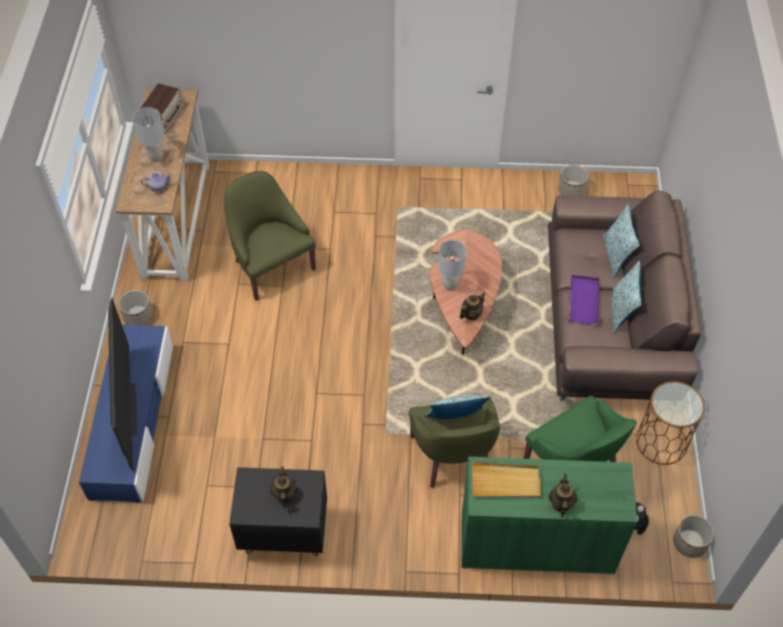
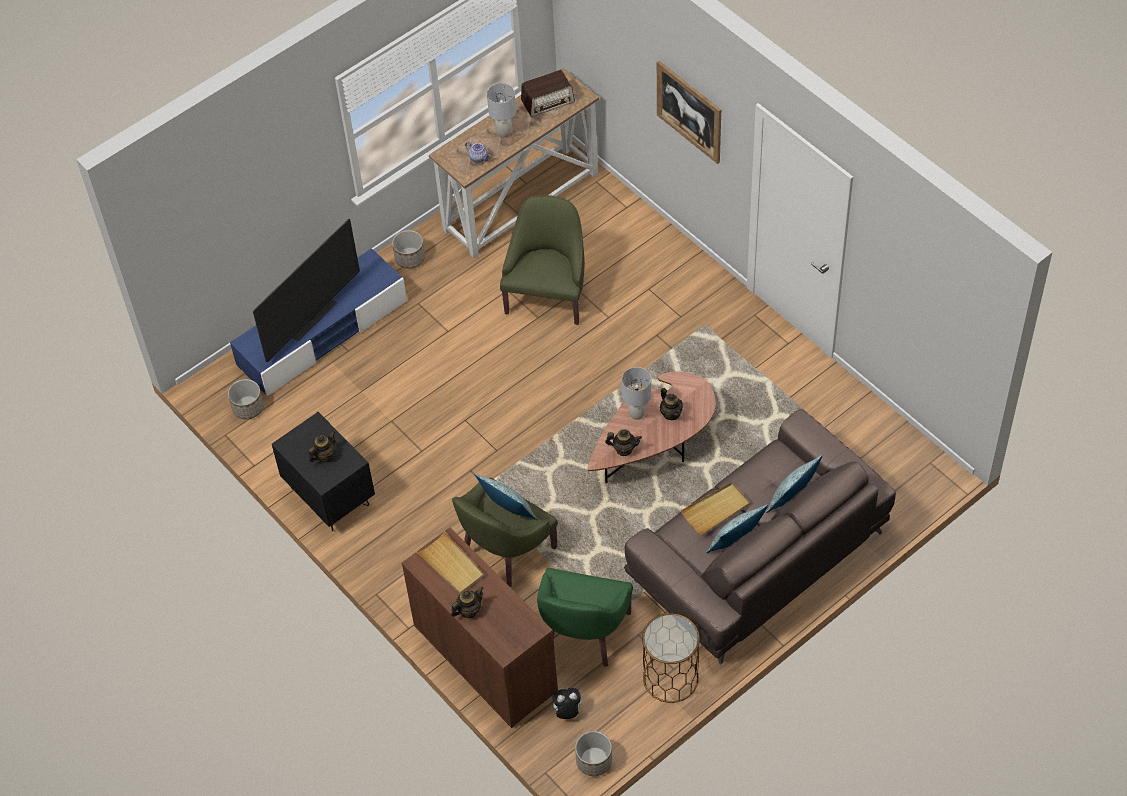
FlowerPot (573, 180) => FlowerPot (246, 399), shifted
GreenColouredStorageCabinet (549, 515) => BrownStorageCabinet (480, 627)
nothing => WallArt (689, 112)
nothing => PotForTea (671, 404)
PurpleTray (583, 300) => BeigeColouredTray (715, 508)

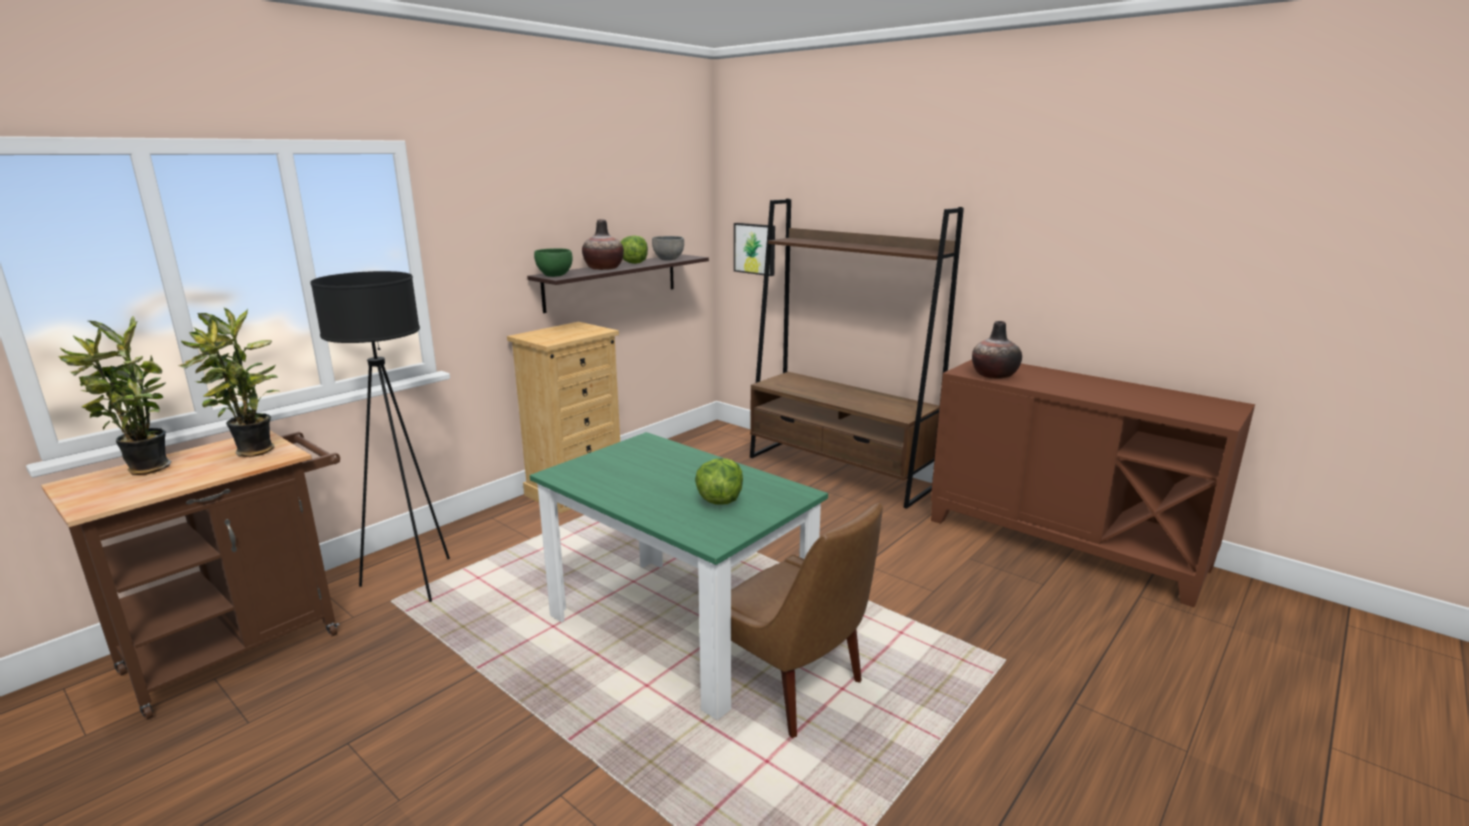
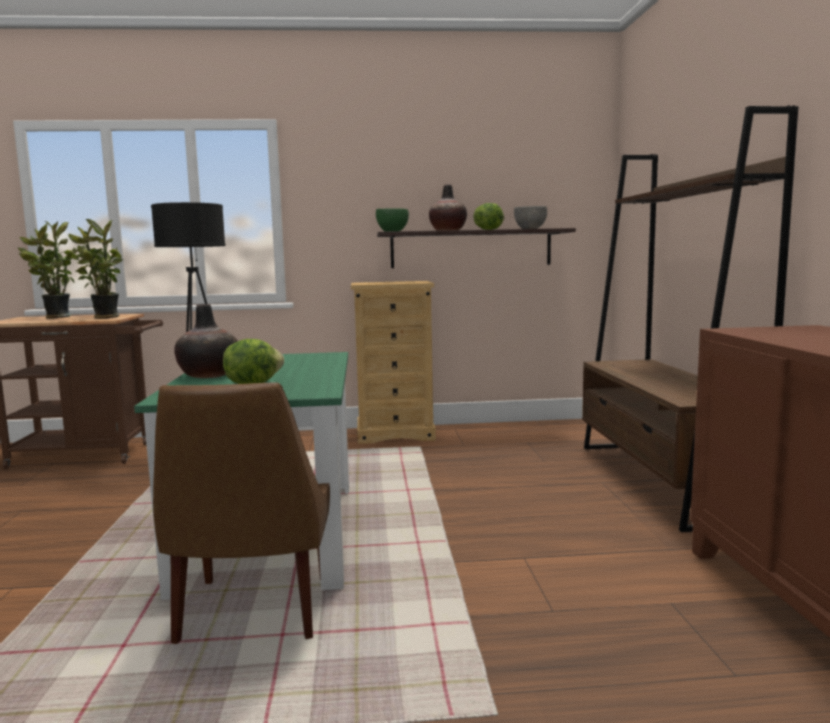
DecorativeVase (997, 350) => DecorativeVase (206, 341), shifted
WallArt (754, 249) => nothing

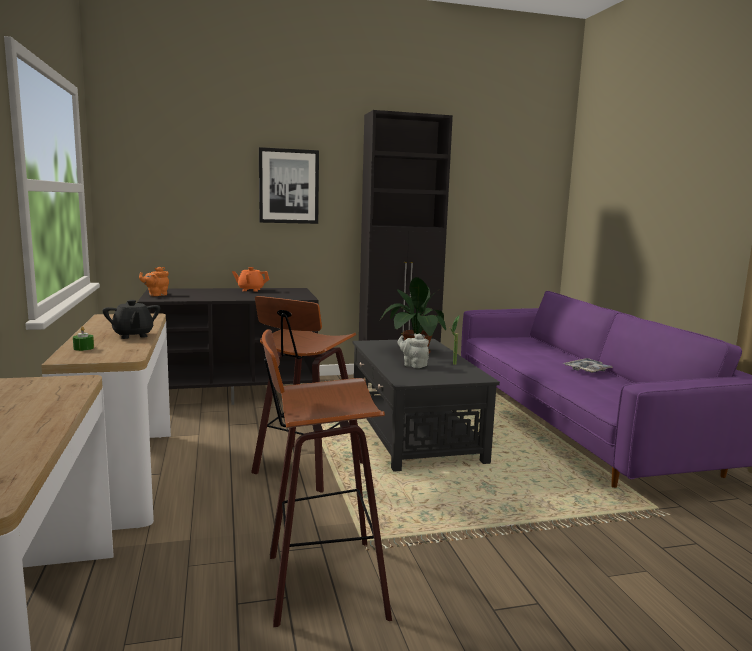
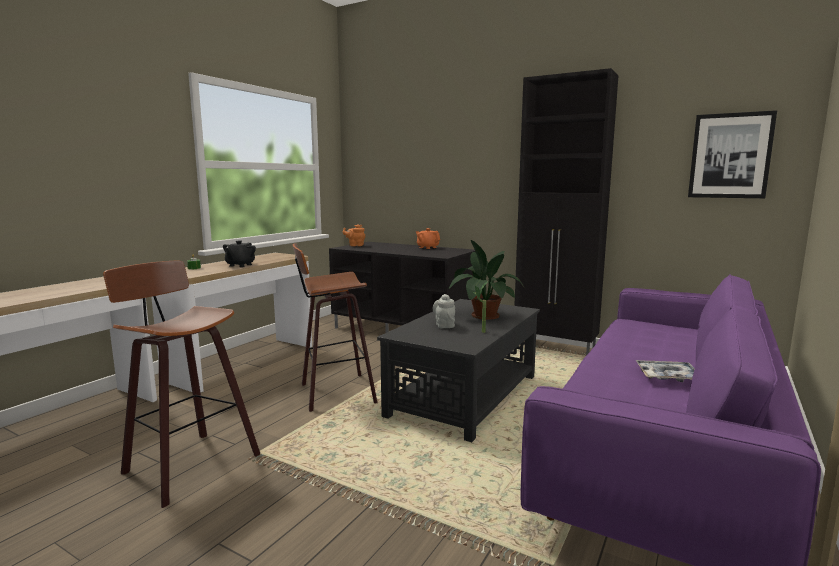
WallArt (289, 185) => WallArt (732, 154), shifted

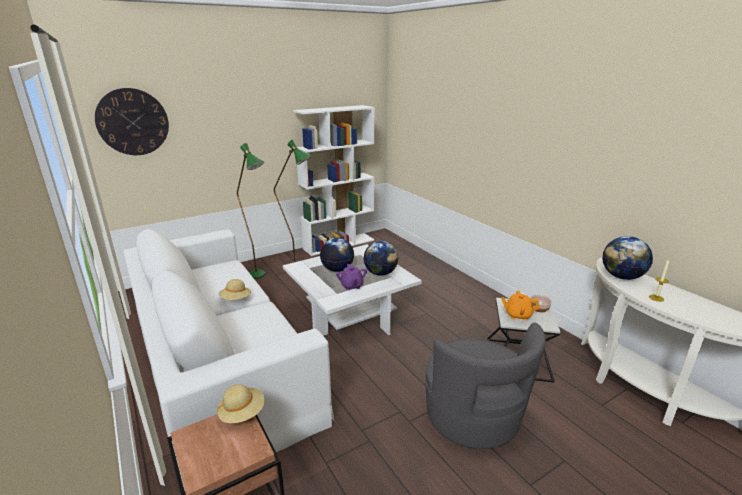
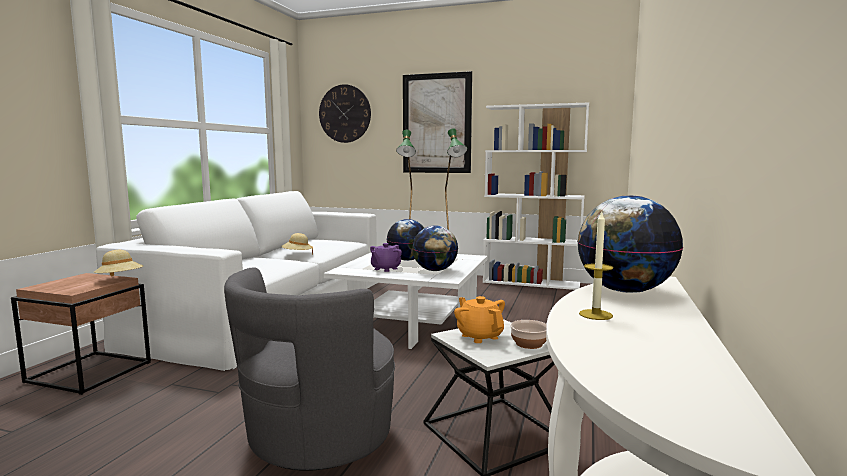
nothing => WallArt (437, 122)

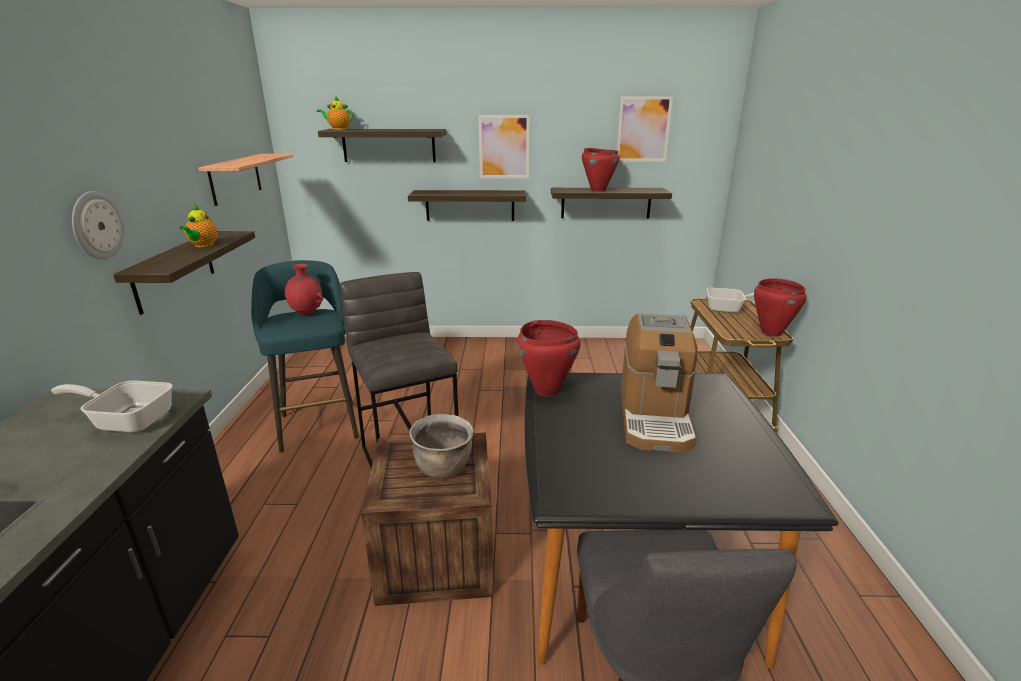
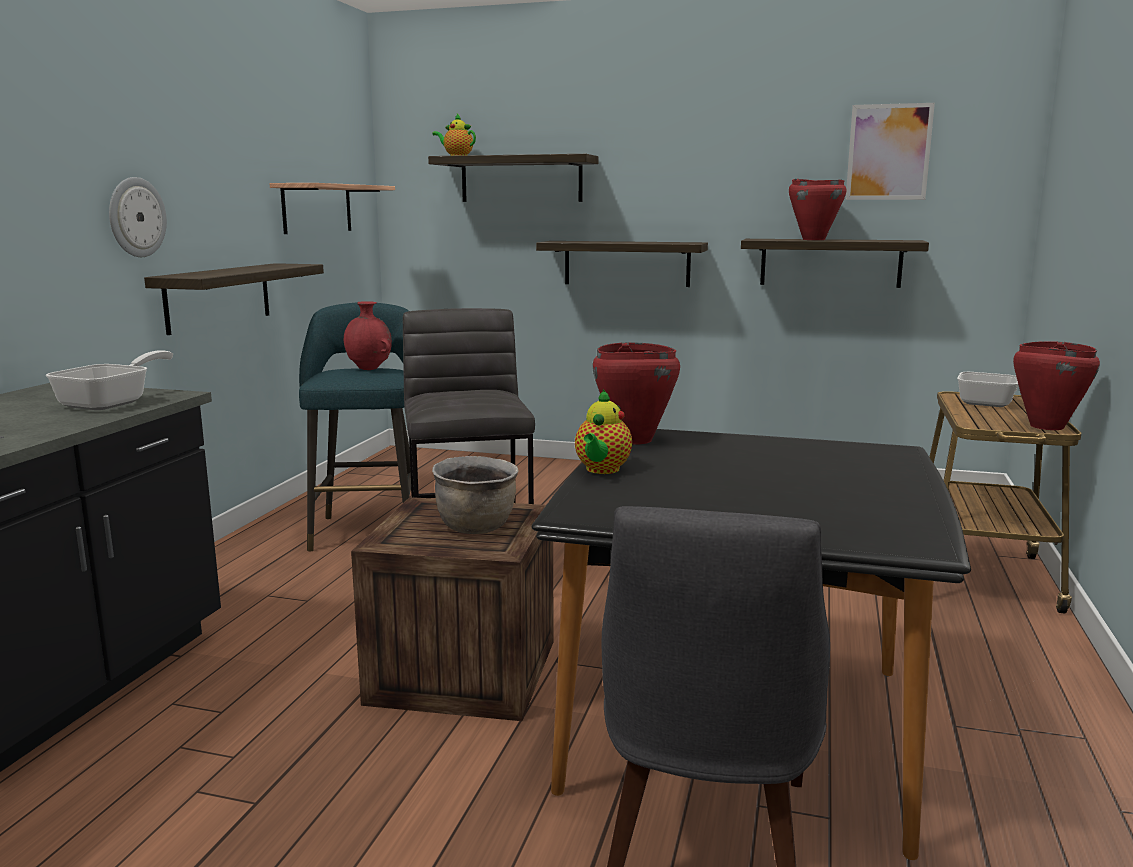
FryingPan (111, 406) => FryingPan (109, 380), 90 degrees clockwise
PotForTea (198, 225) => PotForTea (603, 431), shifted
WallArt (504, 146) => nothing
CoffeeMachine (659, 383) => nothing

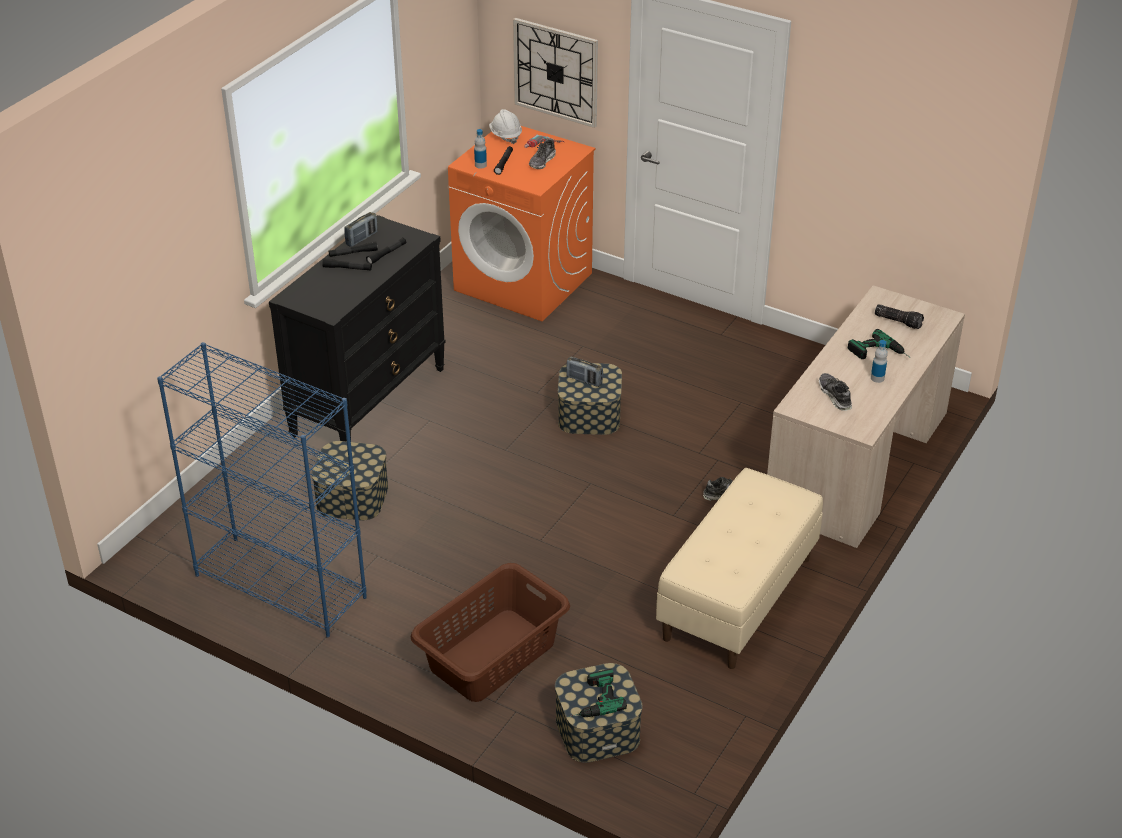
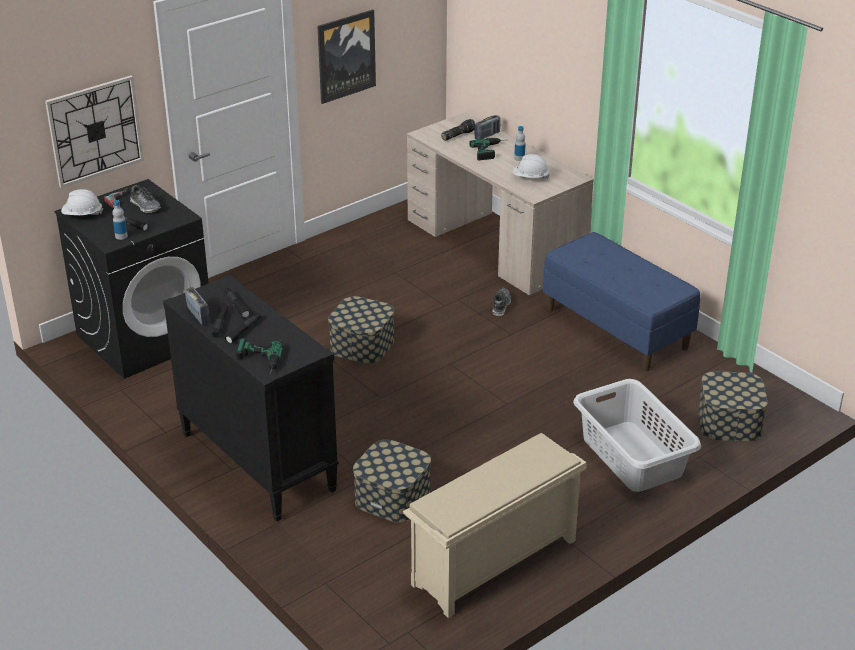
OrangeyLaundryAppliance (521, 223) => BlackishLaundryAppliance (131, 279)
PowerDrill (598, 693) => PowerDrill (259, 356), shifted
nothing => WallArt (346, 56)
BlueShelvingUnit (262, 490) => BeigeColouredShoeShelf (495, 525)
Radio (584, 372) => Radio (487, 127), shifted
Shoe (835, 392) => WhiteColouredWorkHelmet (531, 166)
BeigeColouredLongSeat (739, 568) => BlueLongSeat (621, 301)
BrownLaundryBasket (490, 632) => GreyLaundryBasket (637, 435)

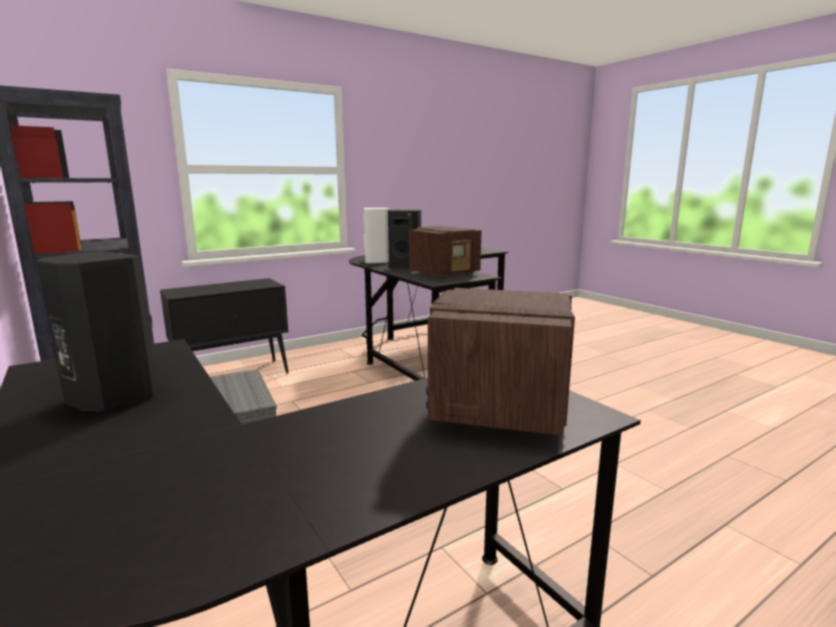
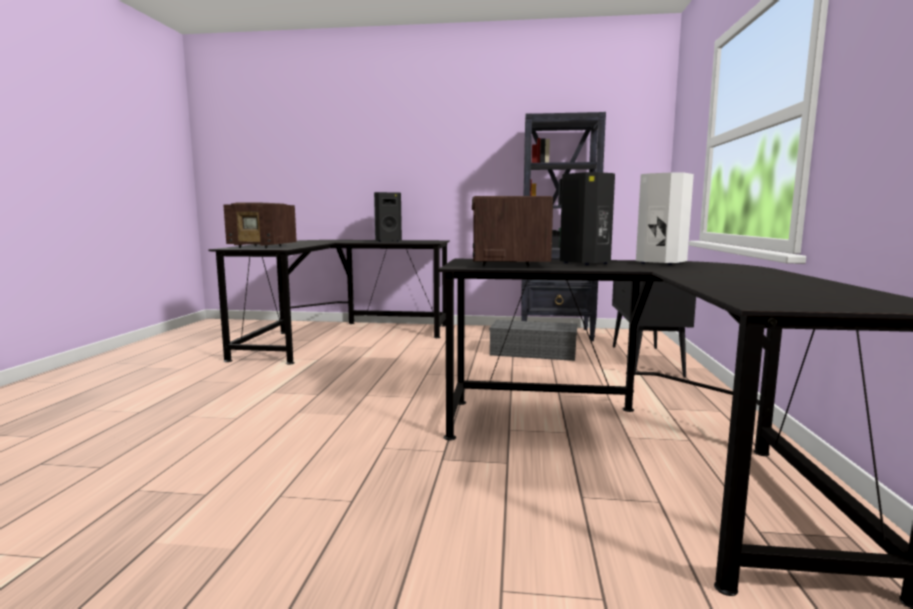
Radio (500, 362) => Radio (260, 225), 135 degrees clockwise

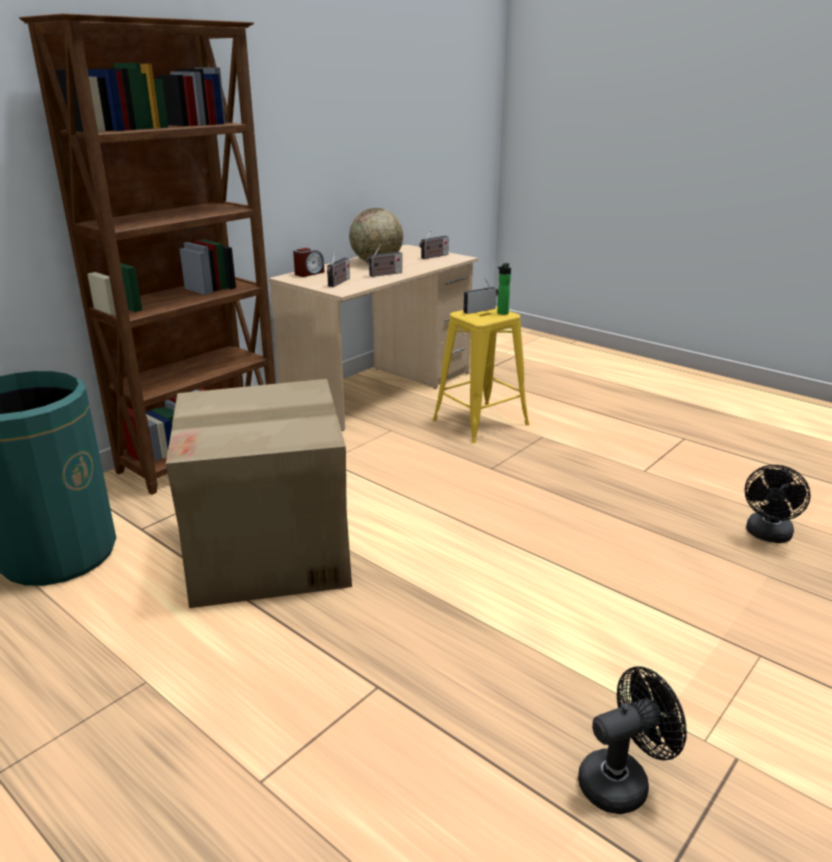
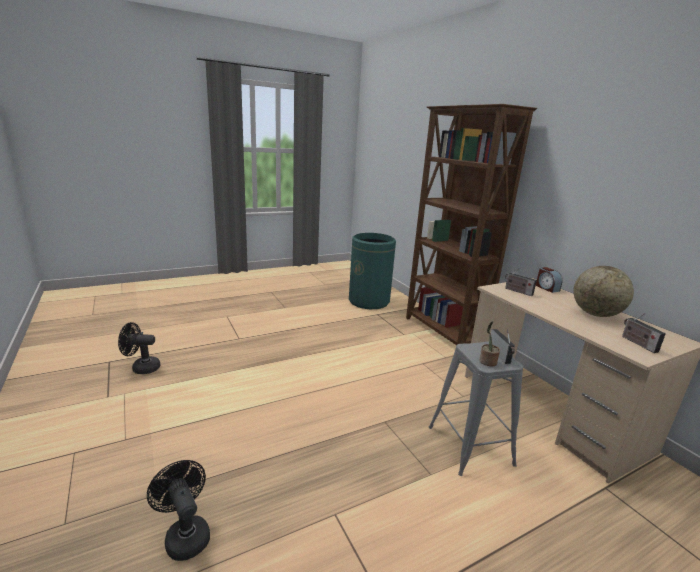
BlackishElectricFan (632, 740) => BlackishElectricFan (139, 348), 90 degrees clockwise
YellowSittingStool (481, 374) => GreySittingStool (476, 408)
Bottle (504, 289) => PlantInAPot (489, 343)
CardboardBox (259, 493) => nothing
Radio (384, 260) => nothing

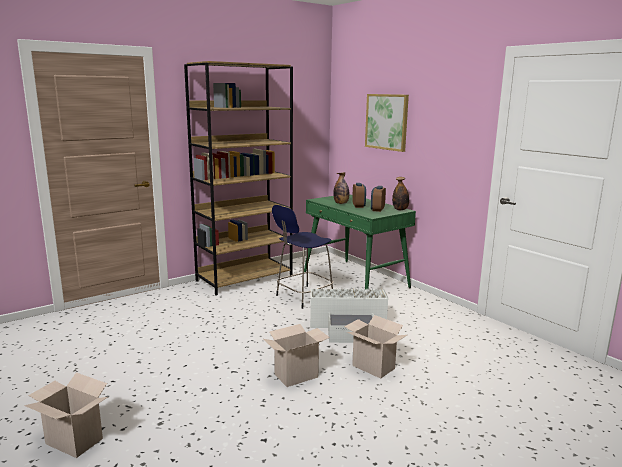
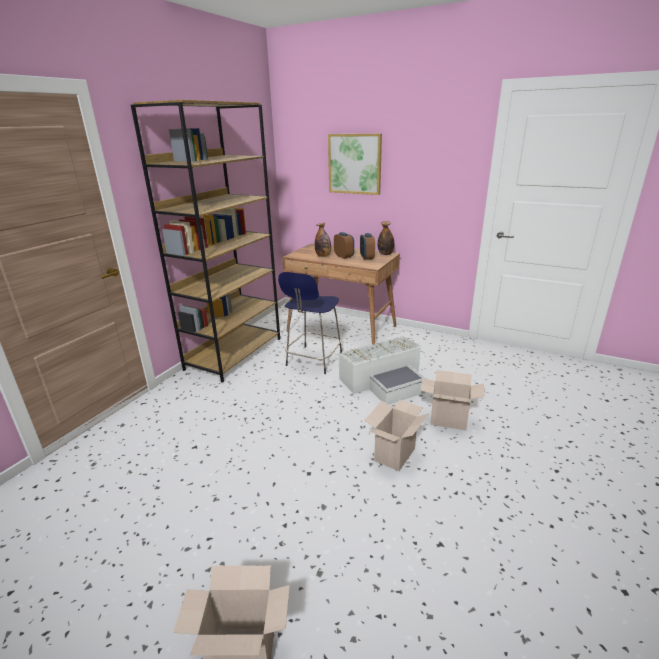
GreenColouredDesk (360, 242) => BrownDesk (341, 294)

